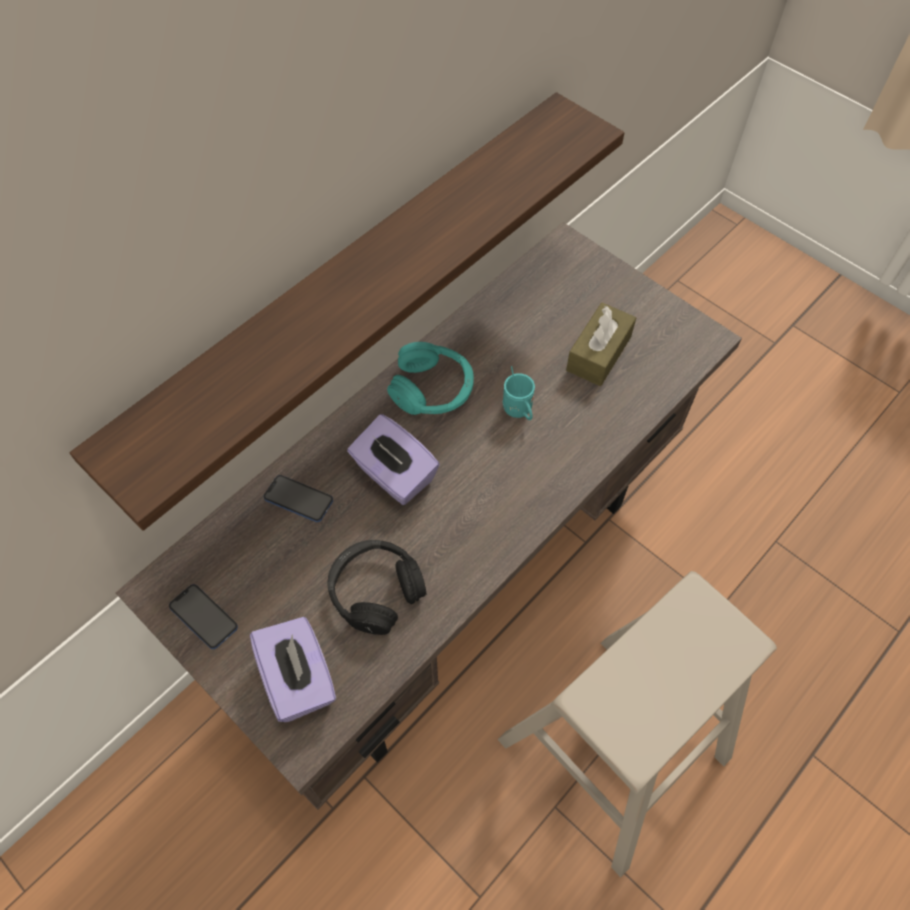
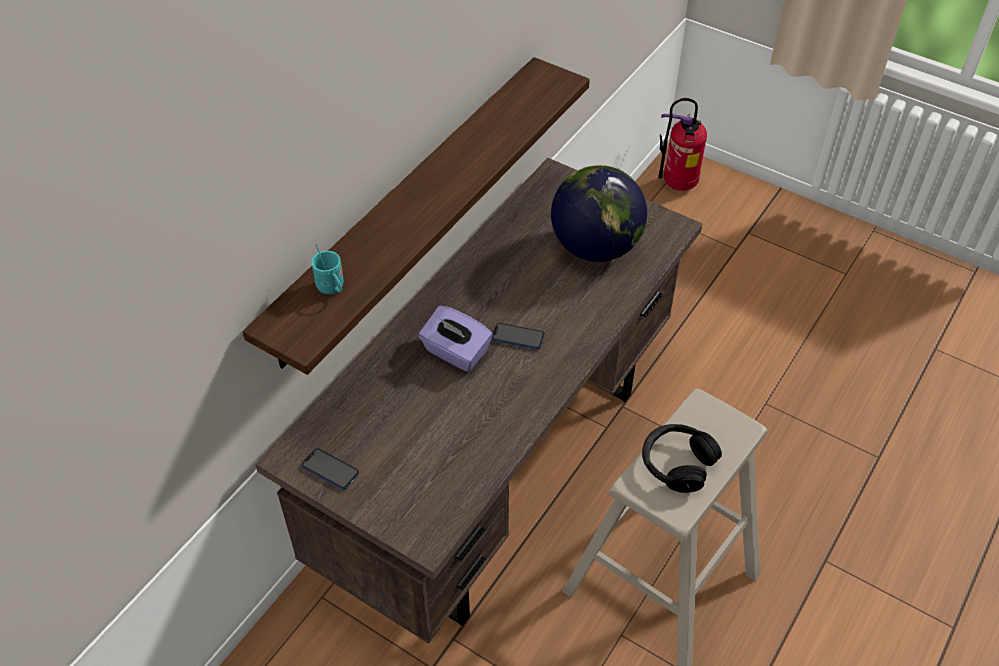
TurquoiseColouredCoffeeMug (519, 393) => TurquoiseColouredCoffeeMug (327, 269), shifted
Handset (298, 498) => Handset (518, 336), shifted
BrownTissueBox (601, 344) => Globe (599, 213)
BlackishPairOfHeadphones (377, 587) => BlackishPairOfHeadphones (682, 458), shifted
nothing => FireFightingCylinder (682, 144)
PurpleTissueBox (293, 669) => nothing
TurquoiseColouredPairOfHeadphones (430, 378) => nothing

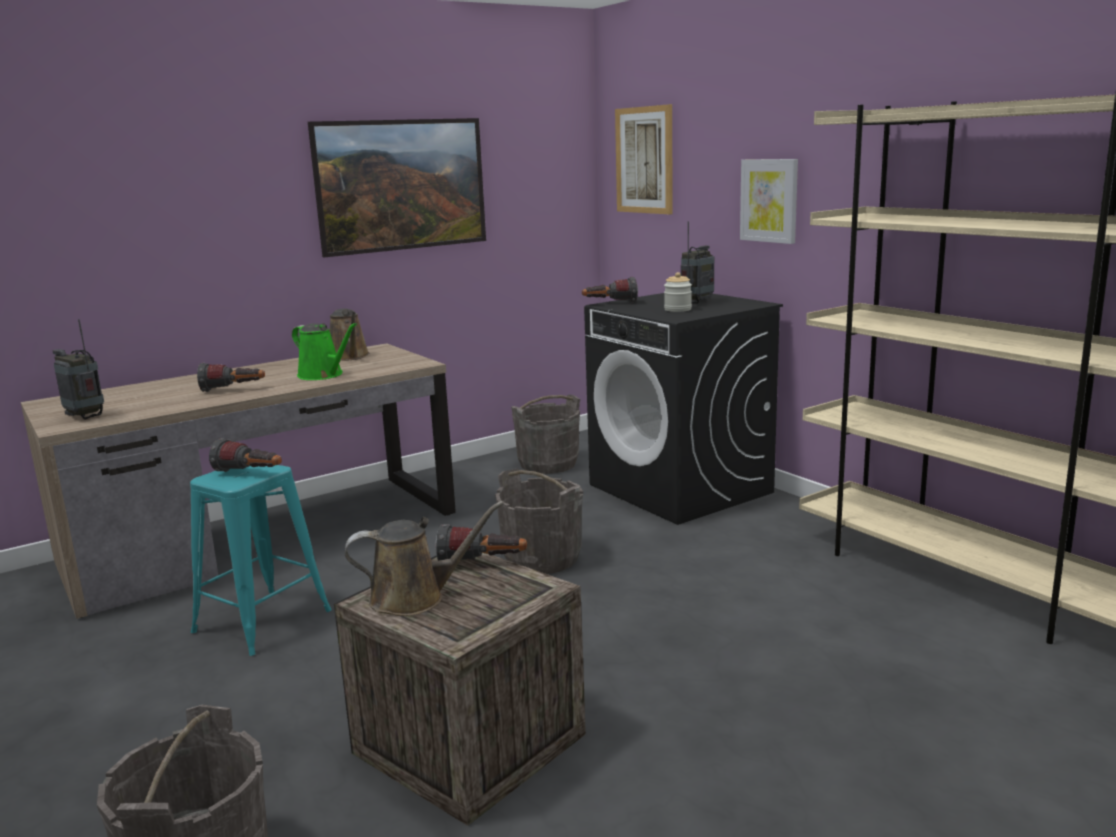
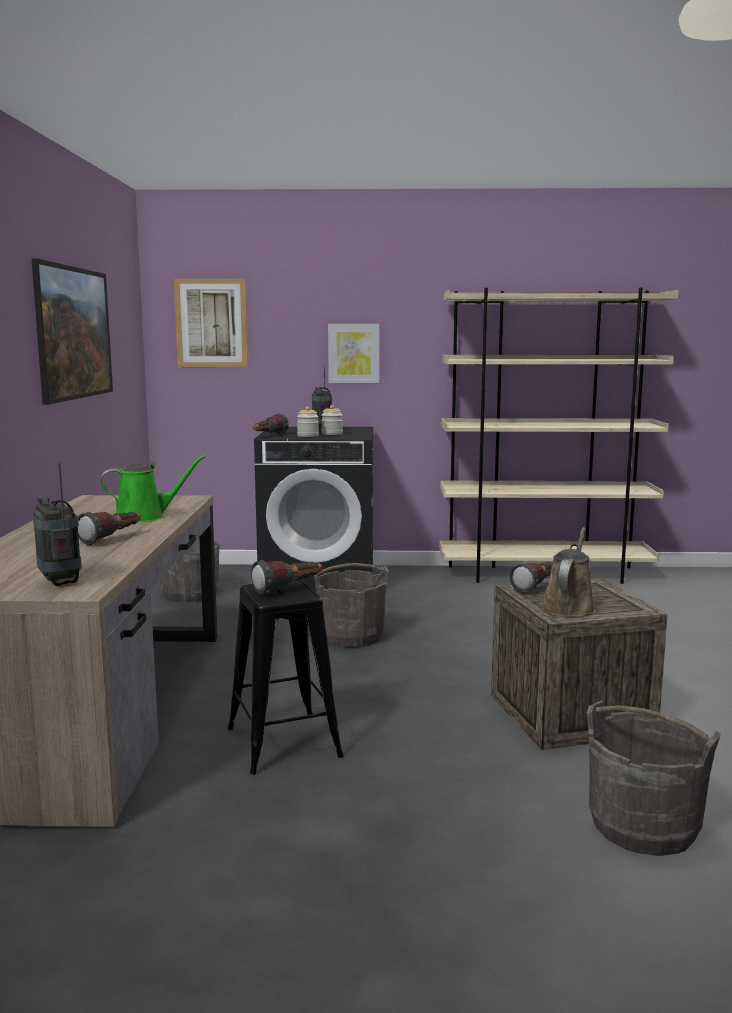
Radio (78, 369) => Radio (57, 524), 75 degrees clockwise
TurquoiseColouredSittingStool (261, 560) => BlackishSittingStool (285, 677)
nothing => PreserveJar (308, 421)
BrownWateringPot (349, 334) => nothing

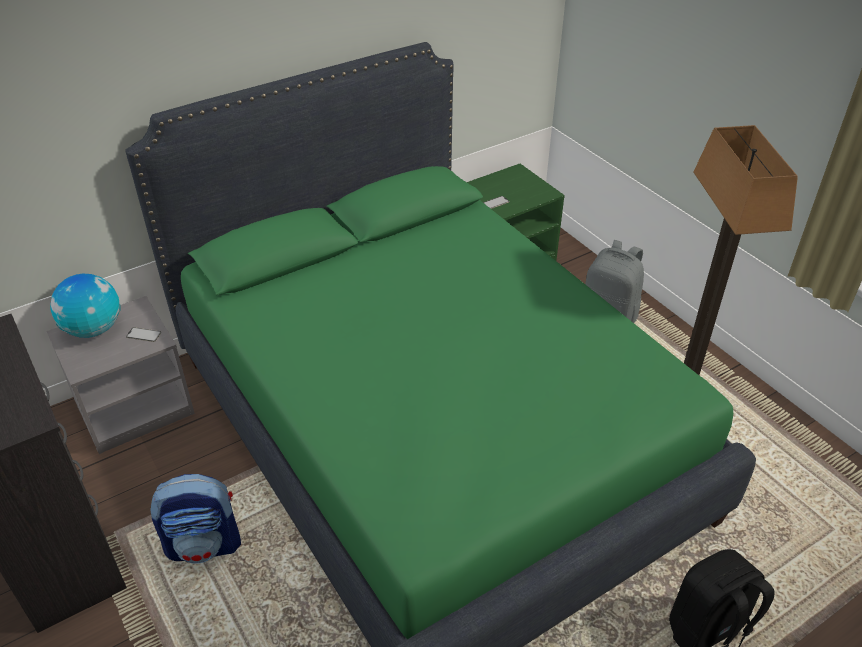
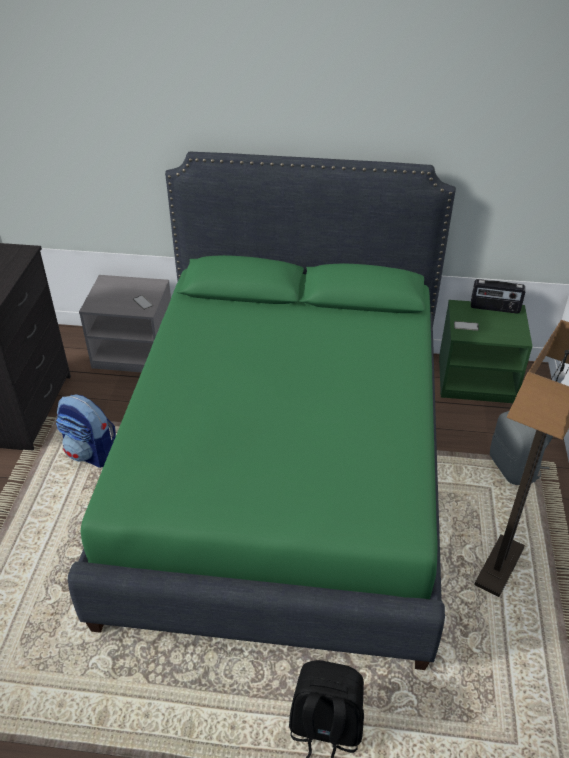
nothing => Radio (498, 296)
Globe (85, 306) => nothing

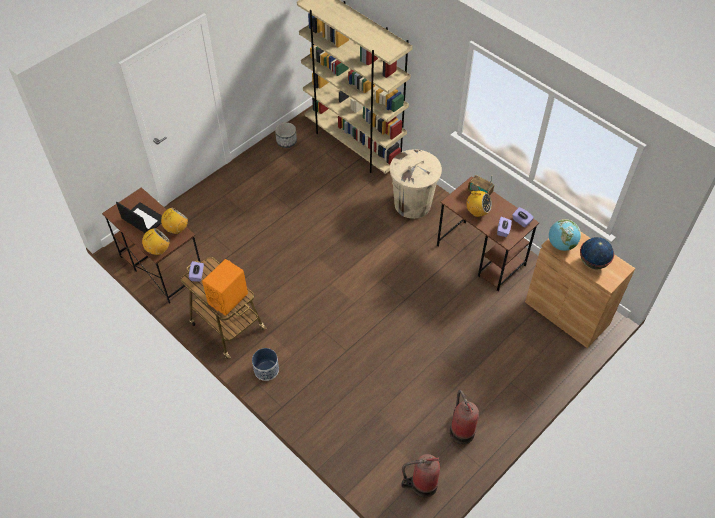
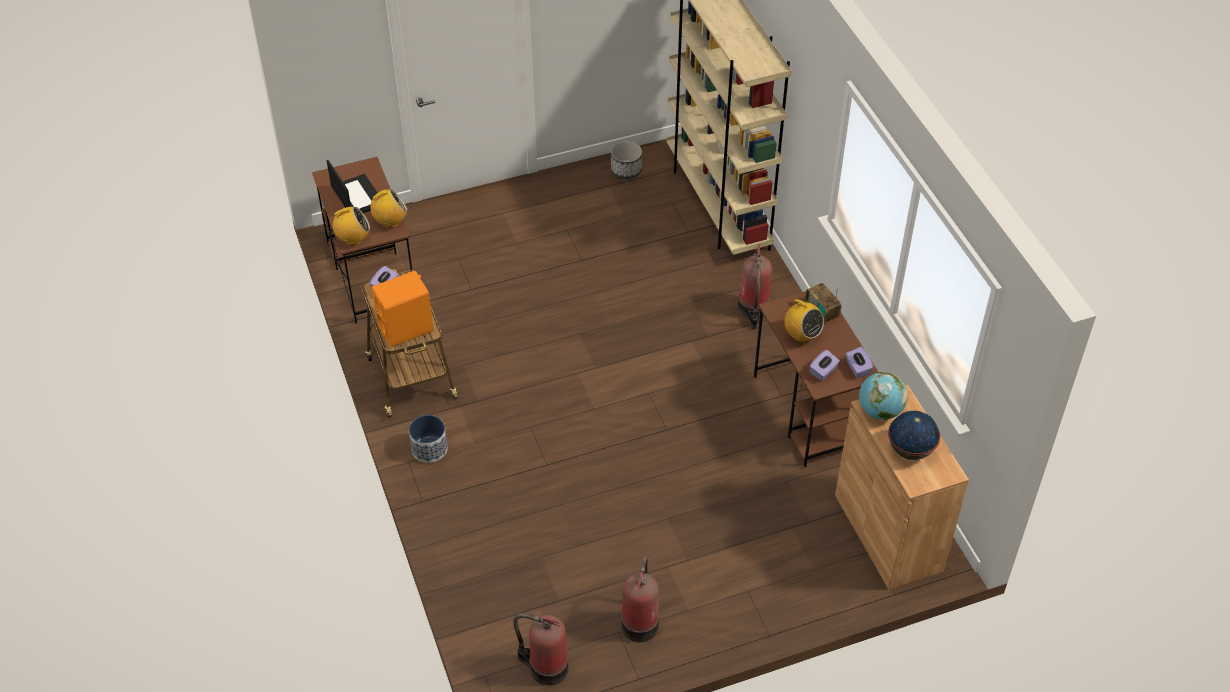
BeigeColouredTrashCan (416, 184) => FireFightingCylinder (755, 286)

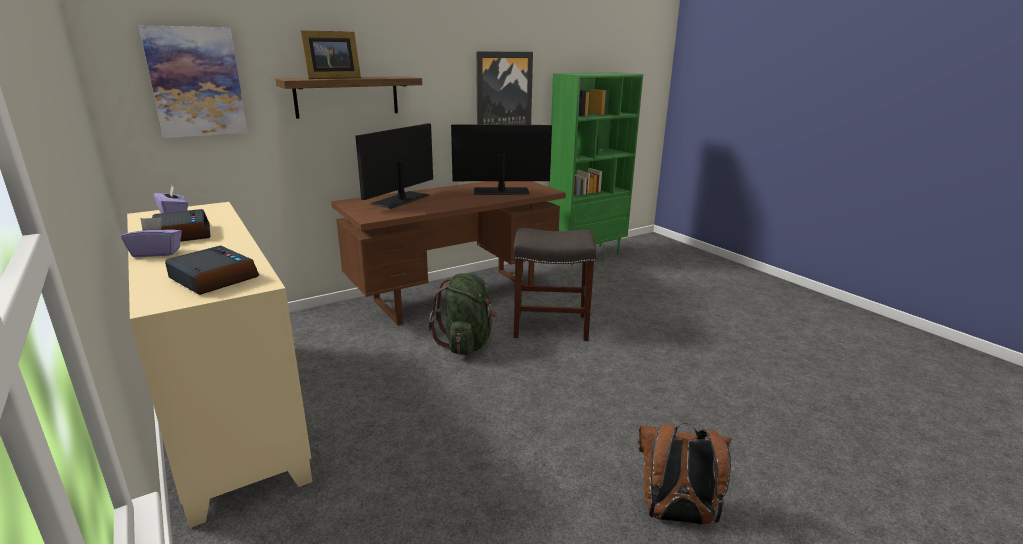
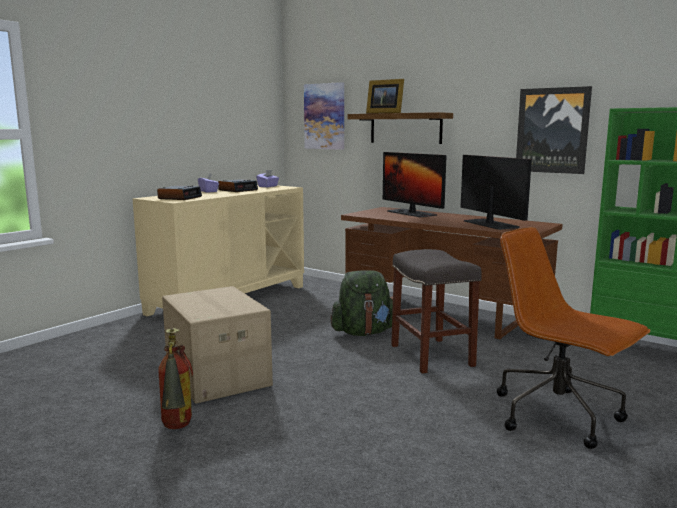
BrownRucksack (685, 473) => FireFightingCylinder (175, 378)
nothing => CardboardBox (217, 345)
ComputerDisplay (394, 166) => ComputerDisplay (415, 184), 135 degrees counterclockwise
nothing => BrownDeskChair (573, 338)

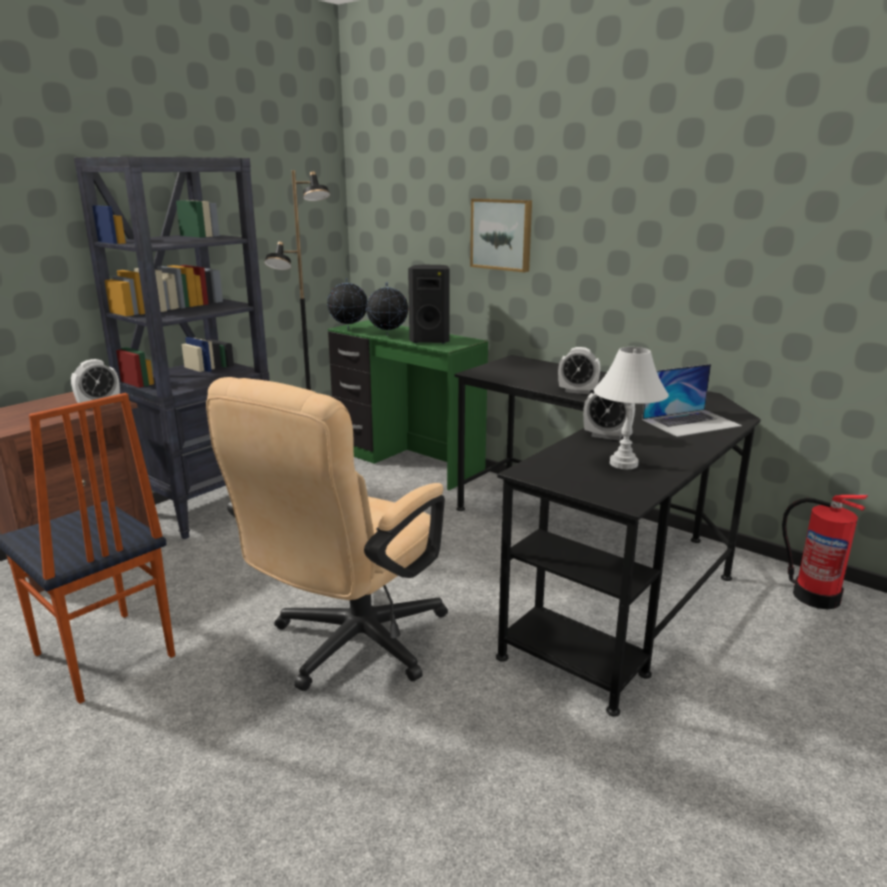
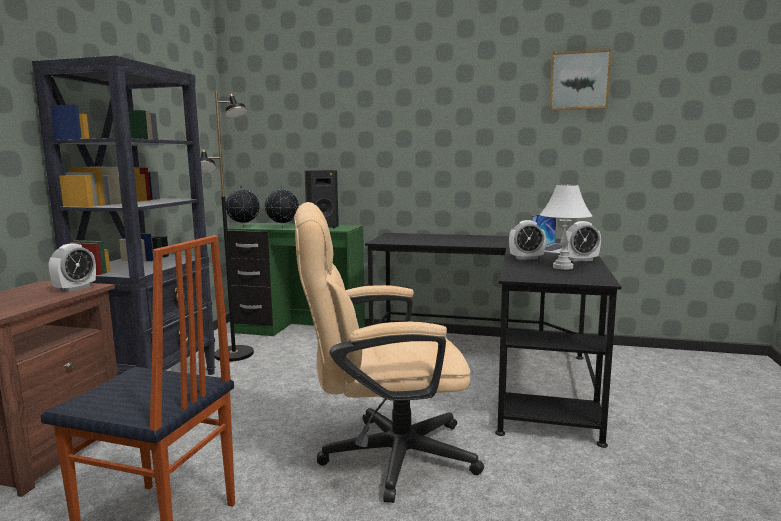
BeigeColouredDeskChair (327, 534) => BeigeColouredDeskChair (389, 352), 75 degrees clockwise
WallArt (501, 235) => WallArt (580, 79), shifted
TableClock (579, 370) => TableClock (583, 241), shifted
FireFightingCylinder (825, 552) => nothing

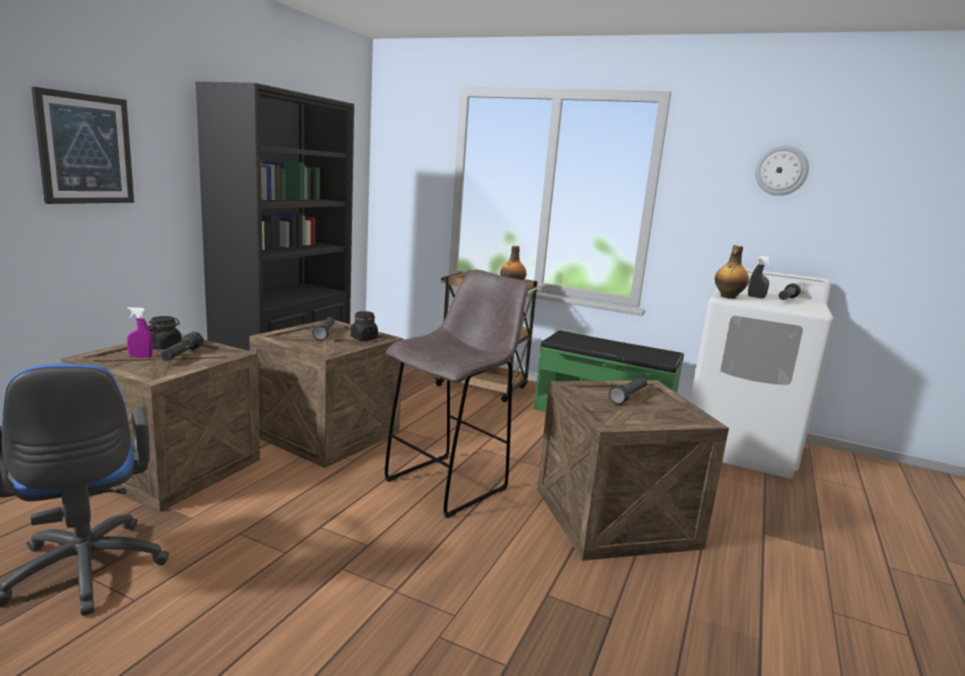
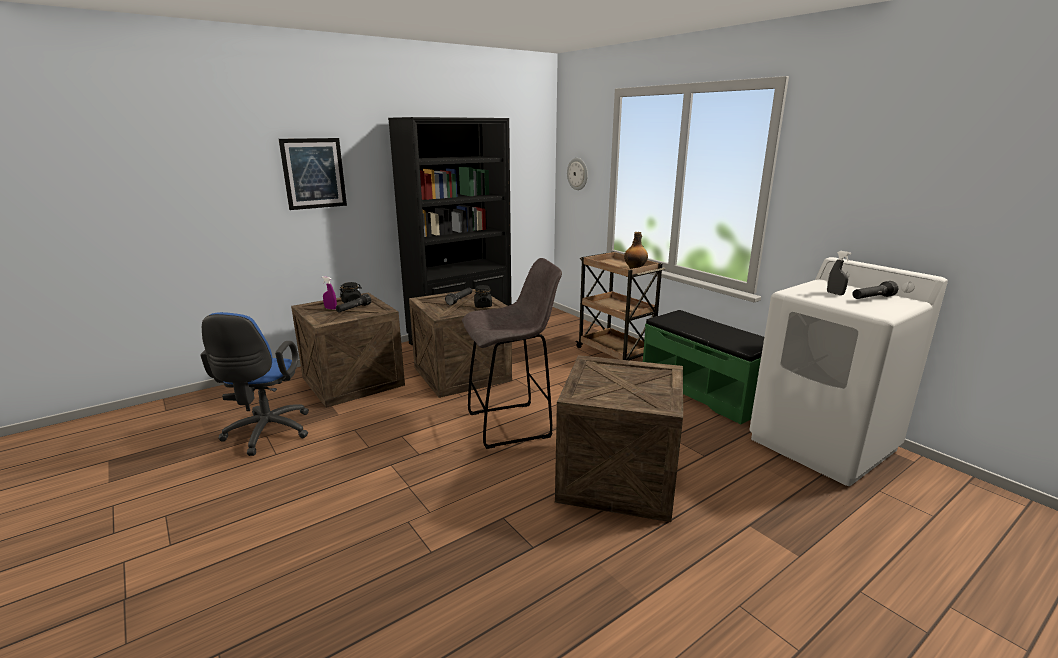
HangingClock (782, 171) => HangingClock (577, 174), shifted
BlackishTorch (628, 390) => nothing
Bottle (732, 272) => nothing

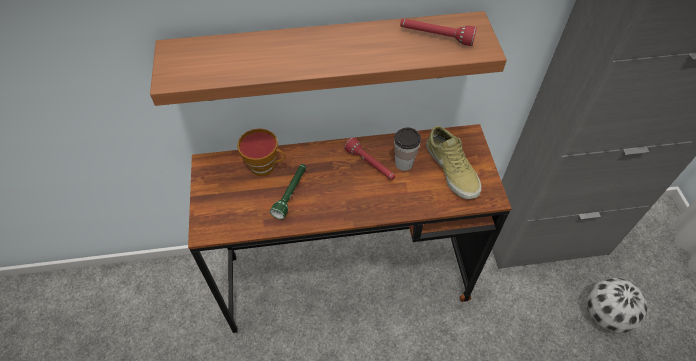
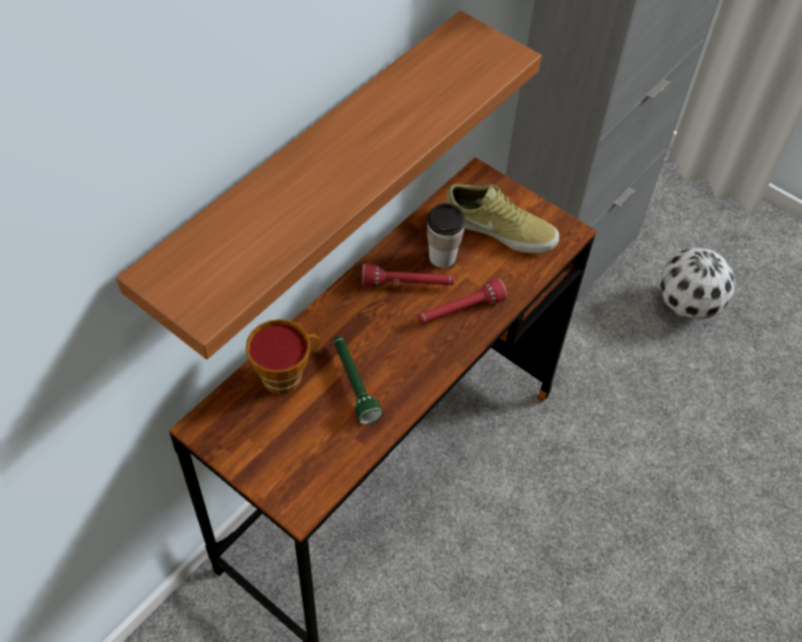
ReddishTorch (438, 32) => ReddishTorch (463, 300), shifted

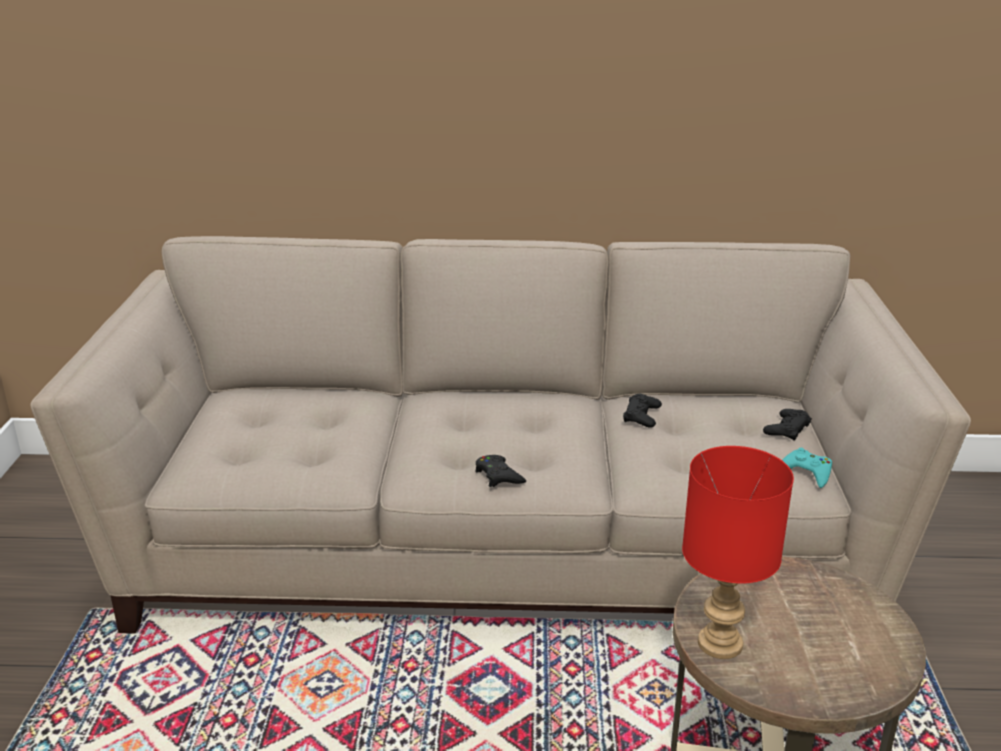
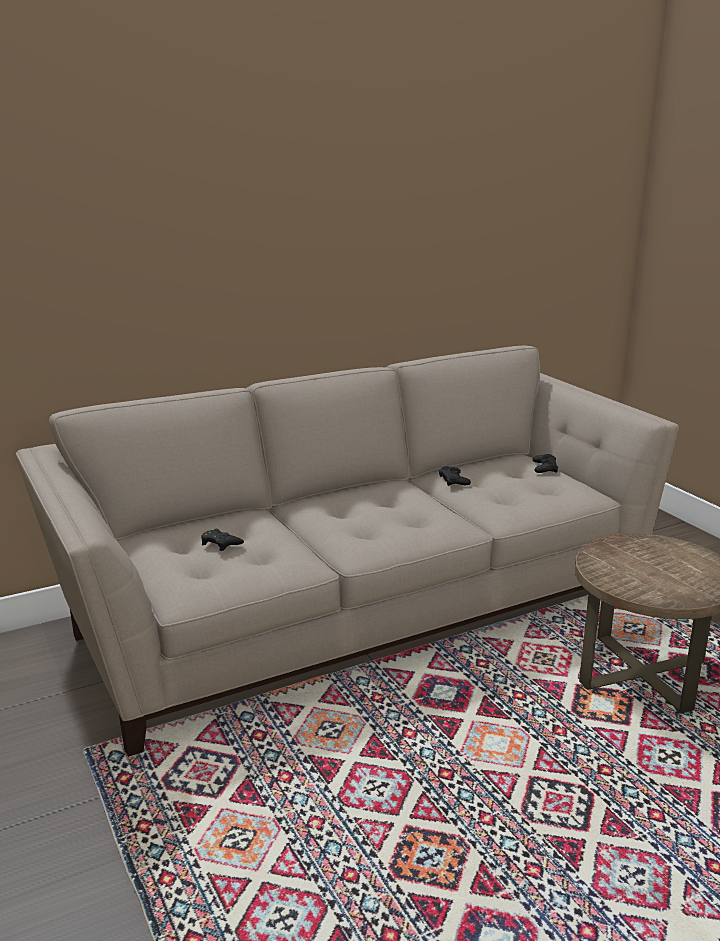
BlackishGameController (500, 471) => BlackishGameController (222, 540), shifted
ReddishTableLamp (738, 552) => nothing
TurquoiseColouredGameController (807, 468) => nothing

